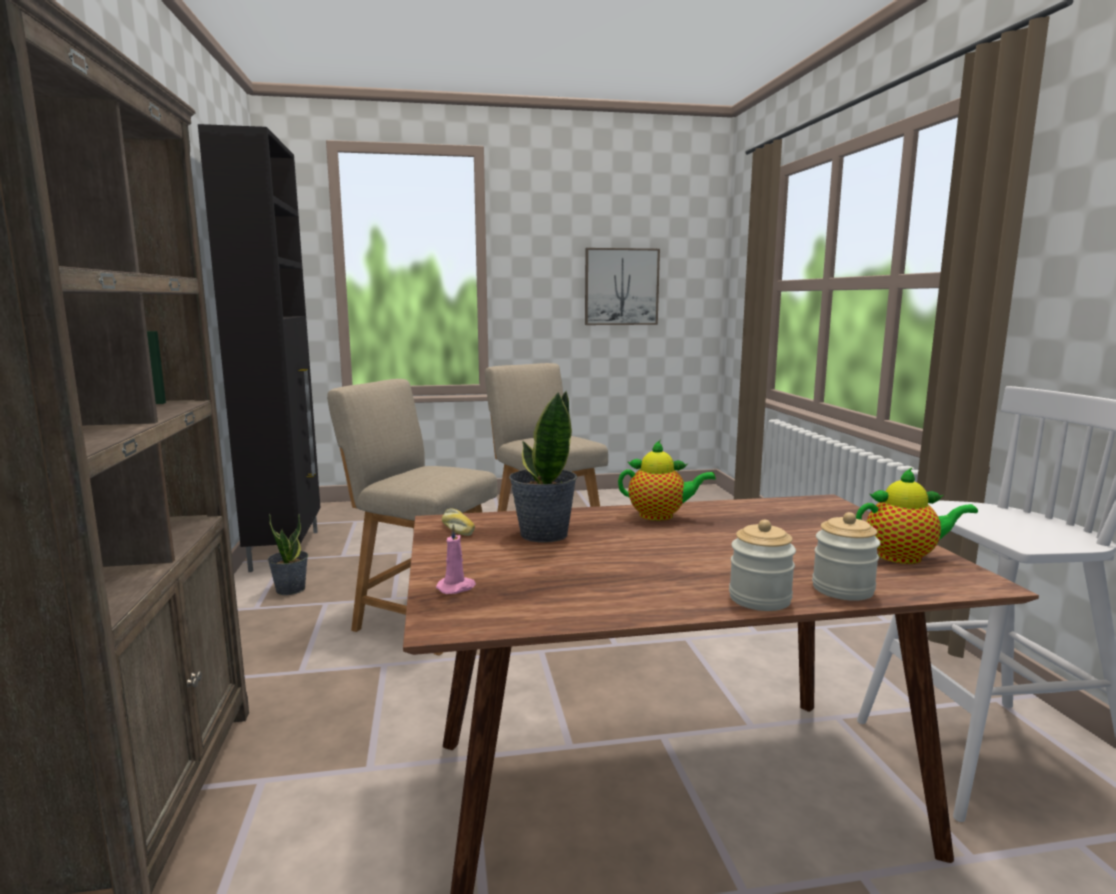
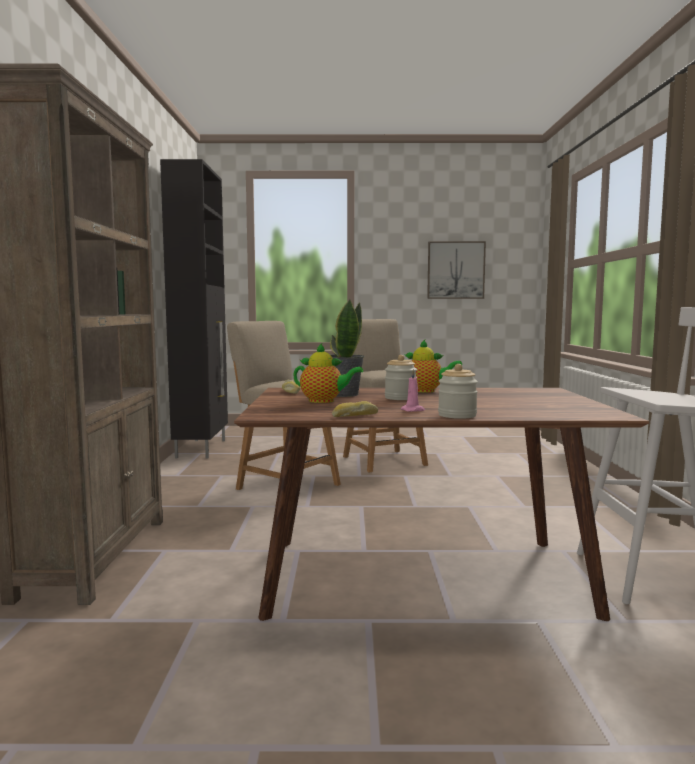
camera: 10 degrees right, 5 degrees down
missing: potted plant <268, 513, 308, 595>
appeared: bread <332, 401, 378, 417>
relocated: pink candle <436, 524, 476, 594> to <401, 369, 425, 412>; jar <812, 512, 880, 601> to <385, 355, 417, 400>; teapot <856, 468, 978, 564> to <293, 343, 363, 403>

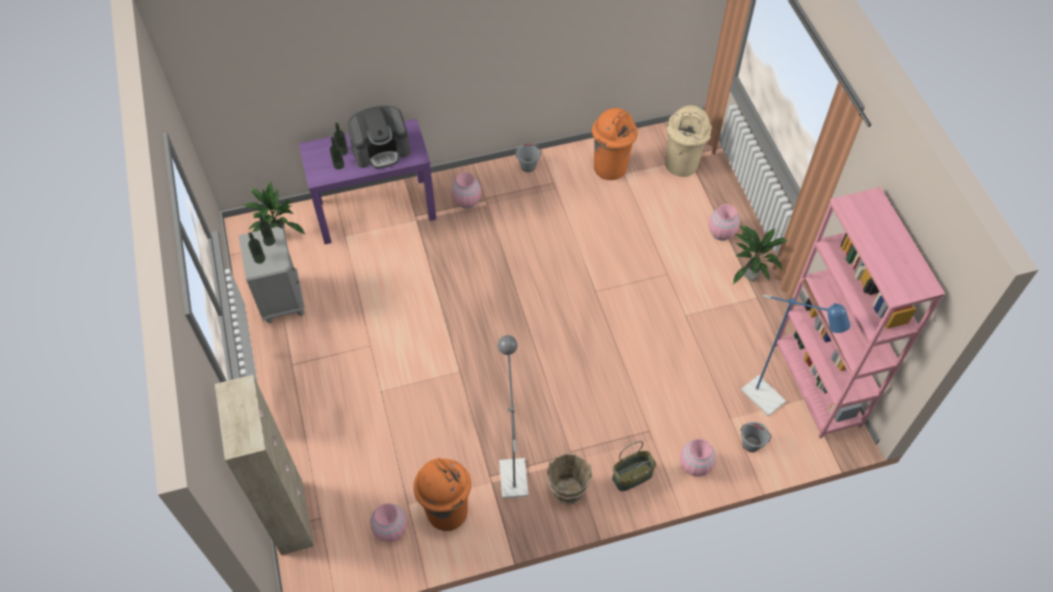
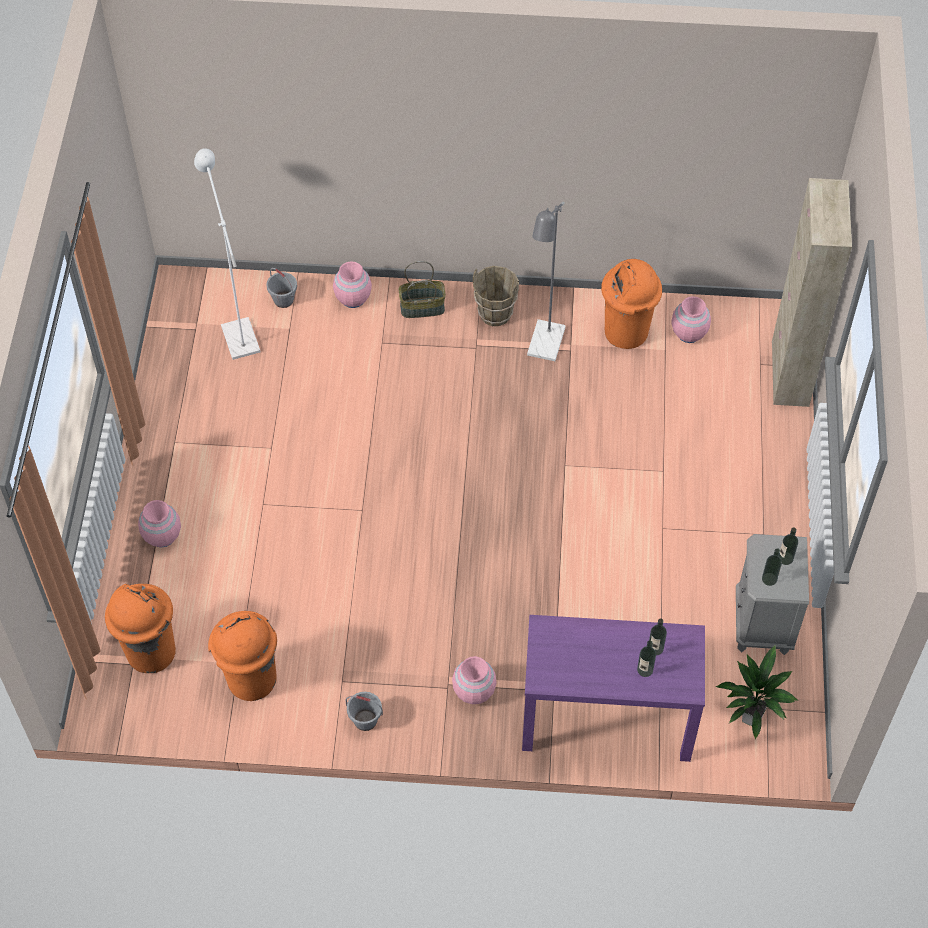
camera: 160 degrees left, 0 degrees up
missing: coffee machine <348, 106, 411, 169>; potted plant <733, 224, 787, 284>; pink bookcase <775, 187, 945, 438>
colour: beige trash can <665, 105, 712, 177> to orange trash can <105, 584, 176, 673>; blue floor lamp <741, 295, 850, 416> to white floor lamp <194, 148, 260, 360>

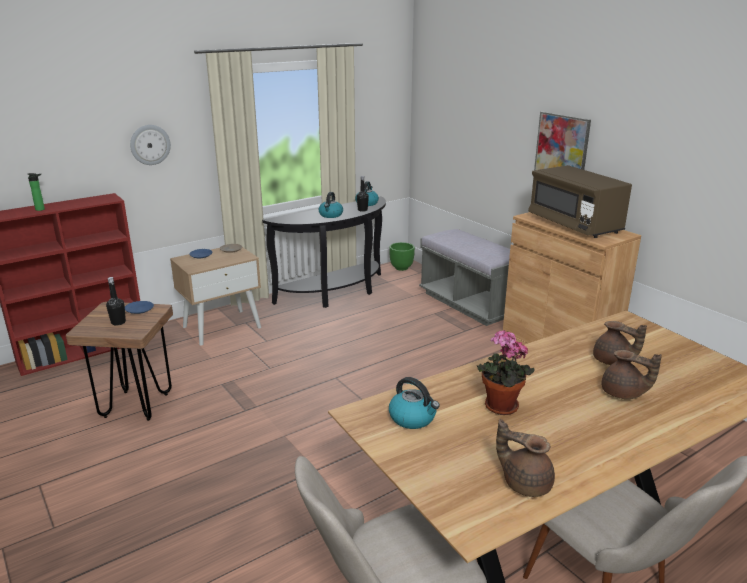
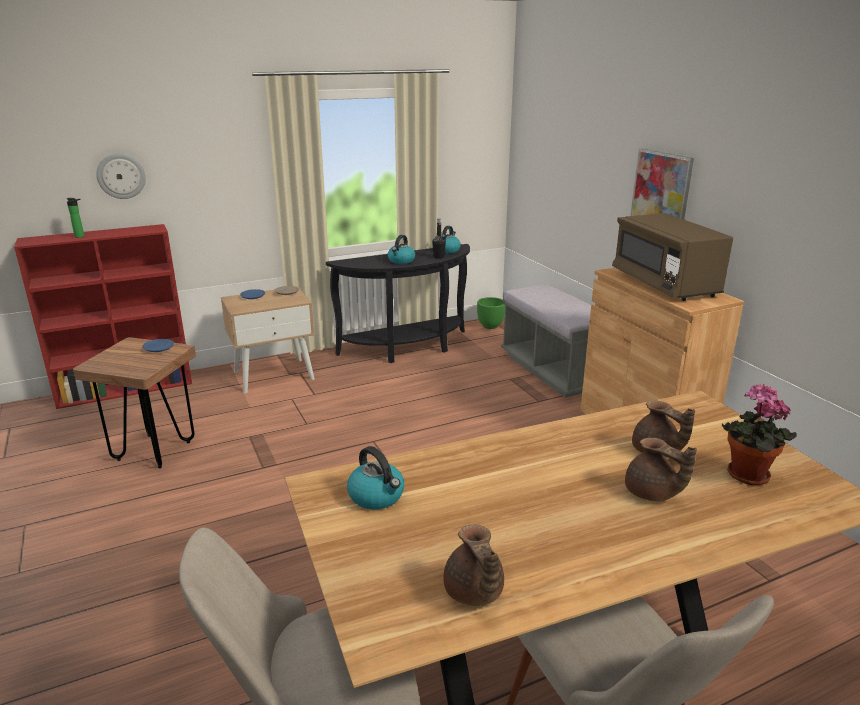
camera: 10 degrees right, 0 degrees up
missing: black bottle <106, 277, 126, 326>
relocated: wall clock <130, 125, 171, 165> to <96, 153, 146, 199>; potted plant <477, 330, 535, 415> to <722, 384, 797, 485>
spun: brown teapot <496, 419, 555, 497> = <443, 525, 504, 606> 150 degrees counterclockwise

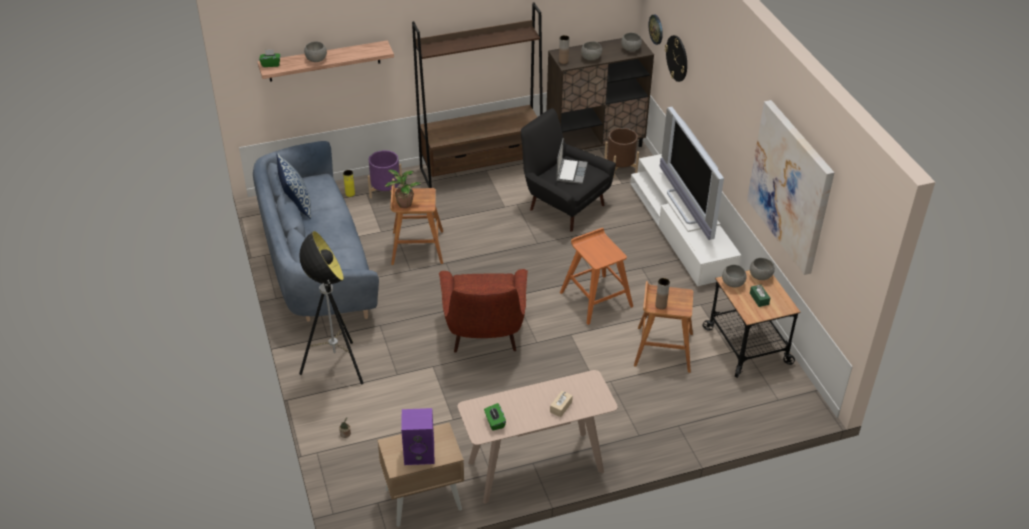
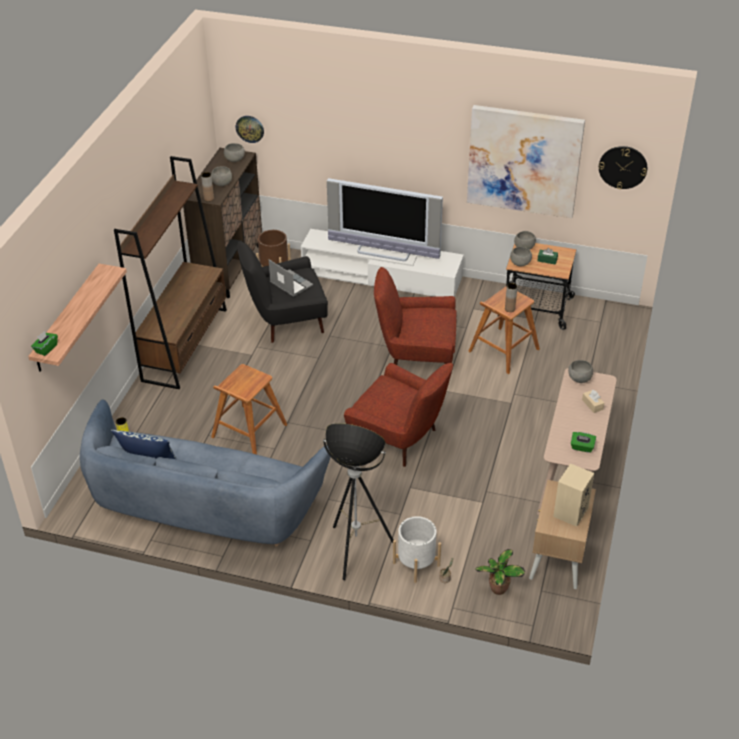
camera: 55 degrees left, 0 degrees up
missing: purple planter <368, 150, 403, 198>
appeared: white planter <393, 516, 441, 583>
relocated: grey bowl <304, 41, 327, 62> to <568, 360, 593, 383>; potted plant <385, 170, 422, 208> to <475, 549, 525, 595>; wall clock <665, 35, 687, 82> to <599, 146, 647, 189>
exchanged: orange stool <560, 228, 633, 325> to red armchair <374, 267, 457, 365>
colour: purple speaker <401, 408, 434, 465> to beige speaker <553, 463, 594, 527>

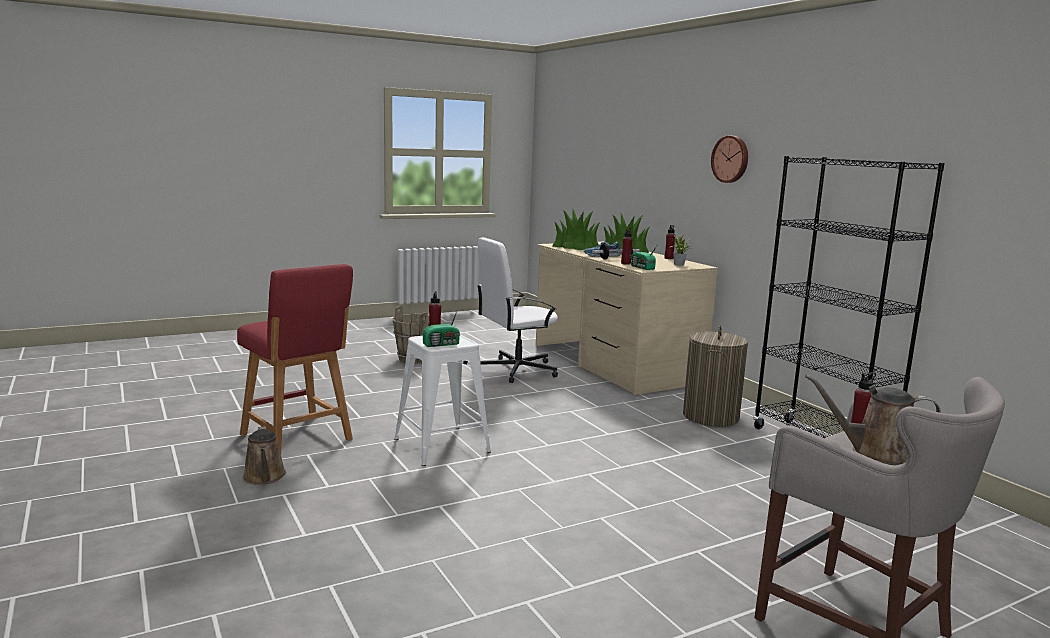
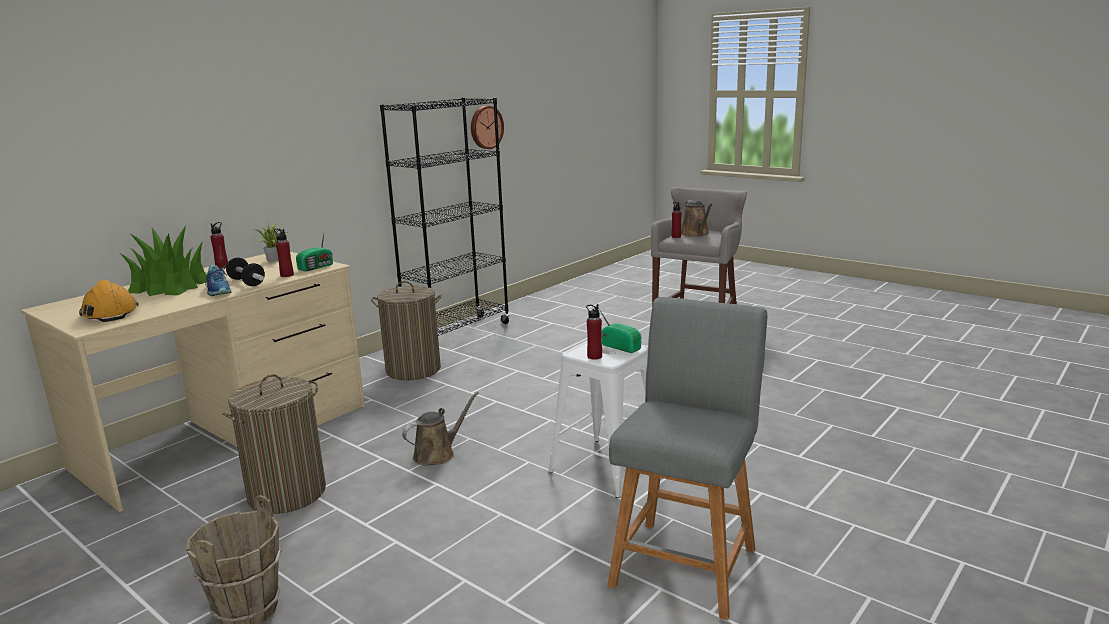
camera: 110 degrees left, 5 degrees up
relocated: brown watering can <243, 426, 286, 485> to <402, 392, 479, 466>; wall clock <711, 136, 748, 183> to <471, 106, 504, 149>
exchanged: white office chair <477, 237, 558, 383> to laundry basket <223, 374, 326, 514>; potted plant <552, 208, 601, 250> to orange hard hat <79, 280, 139, 322>
colour: red stool <237, 264, 353, 454> to grey stool <607, 297, 768, 620>

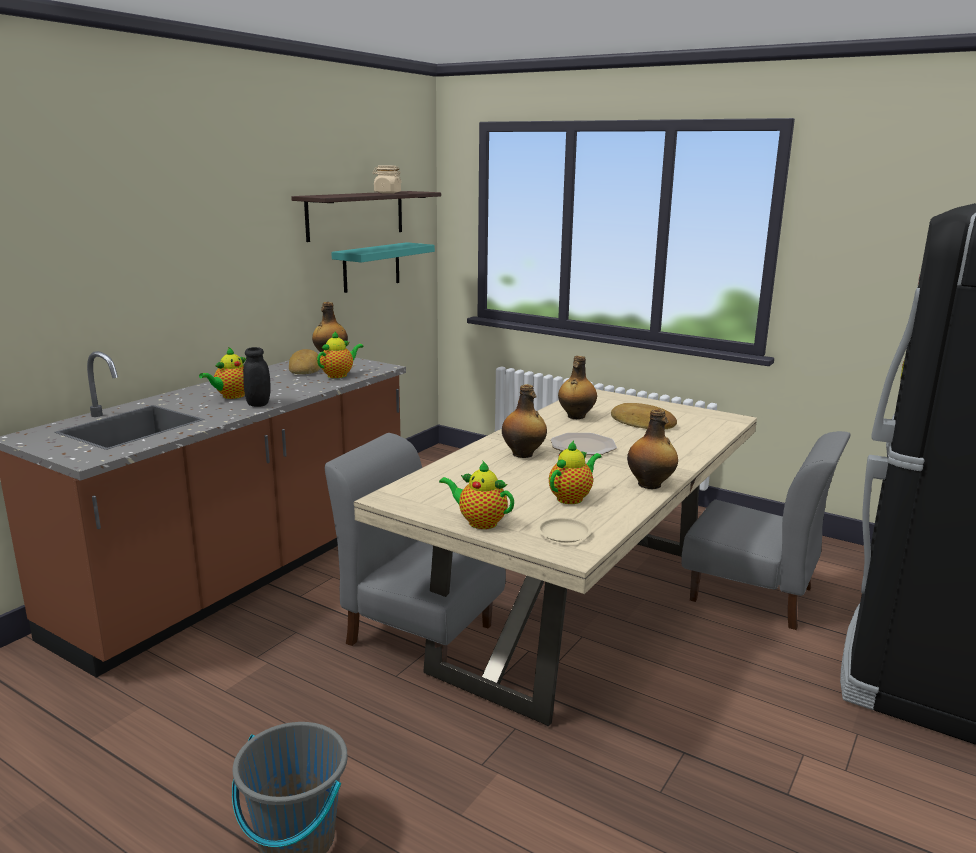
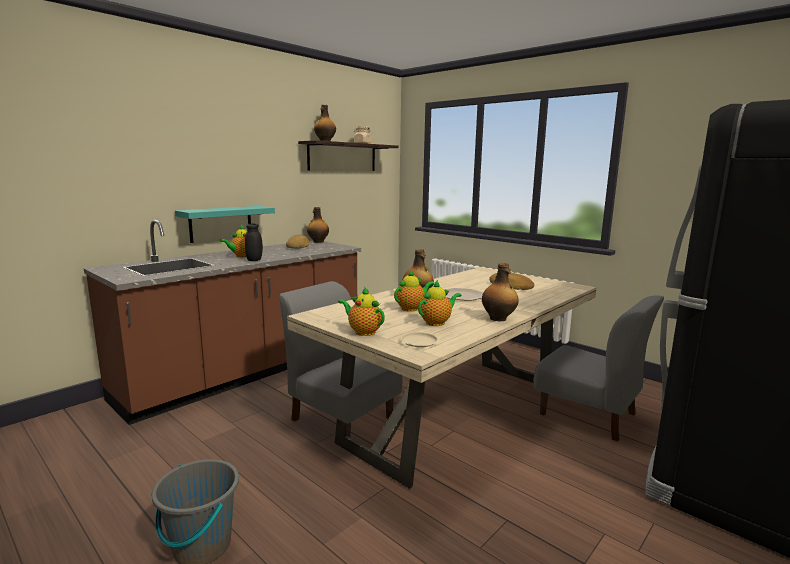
camera: 10 degrees right, 5 degrees down
relocated: teapot <317, 331, 364, 378> to <394, 270, 434, 312>; turquoise shelf <331, 242, 435, 293> to <175, 206, 275, 243>; bottle <558, 356, 597, 419> to <314, 105, 336, 141>

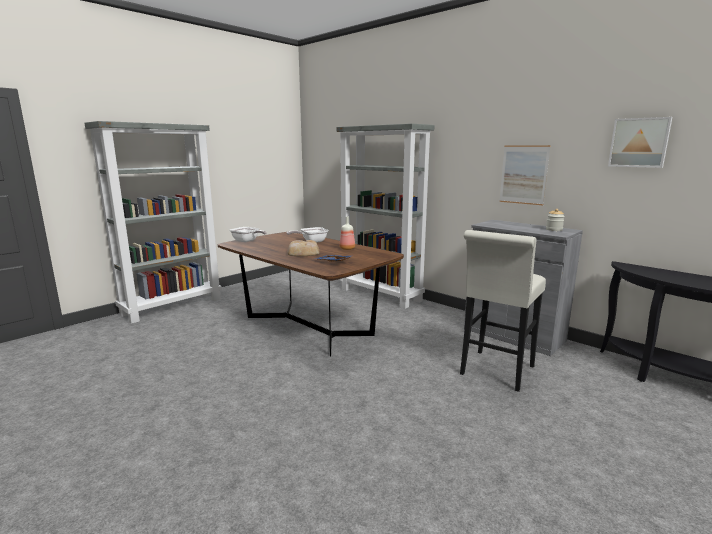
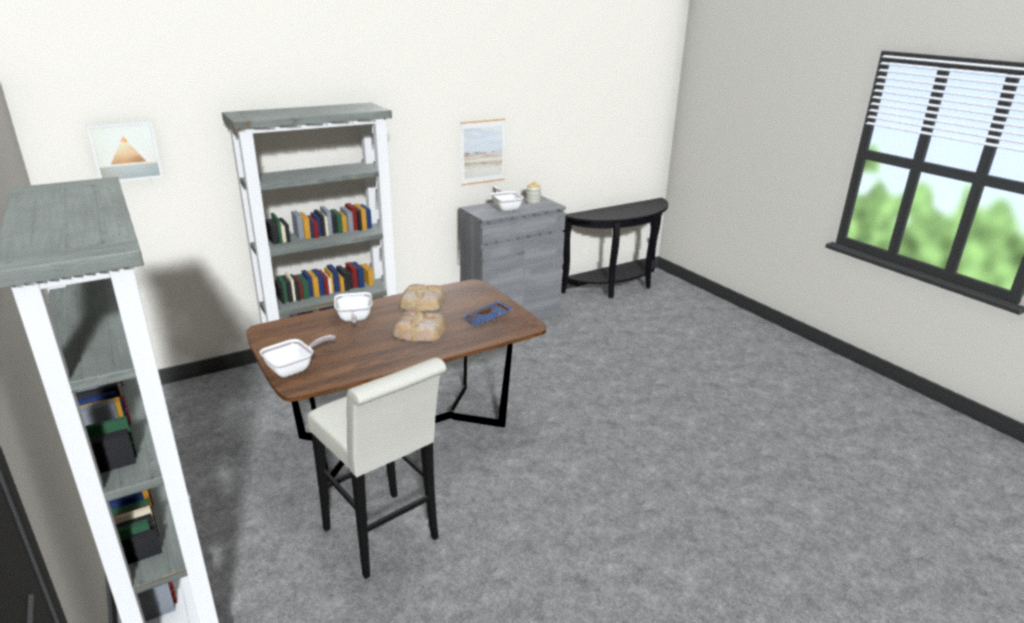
camera: 75 degrees left, 10 degrees up
appeared: frying pan <491, 186, 524, 212>
relocated: white stool <460, 230, 546, 392> to <308, 357, 447, 579>; picture <608, 117, 672, 168> to <86, 121, 163, 182>
exchanged: bottle <339, 217, 355, 250> to bread <399, 284, 446, 312>

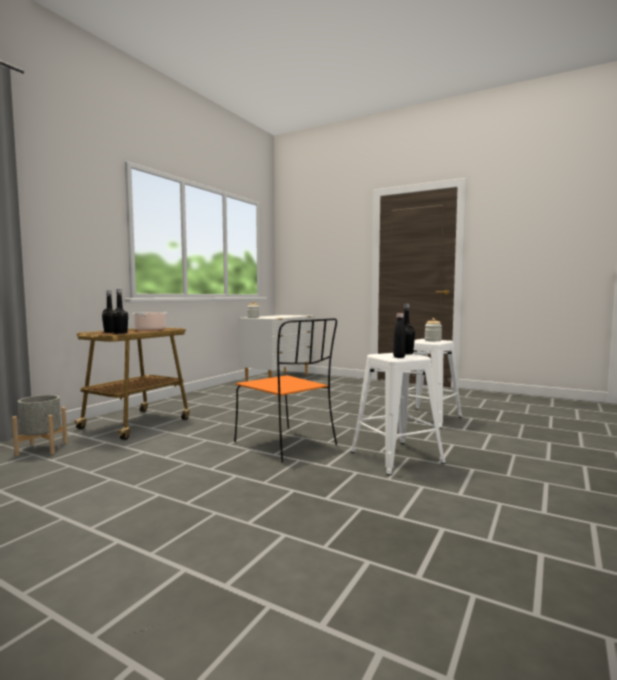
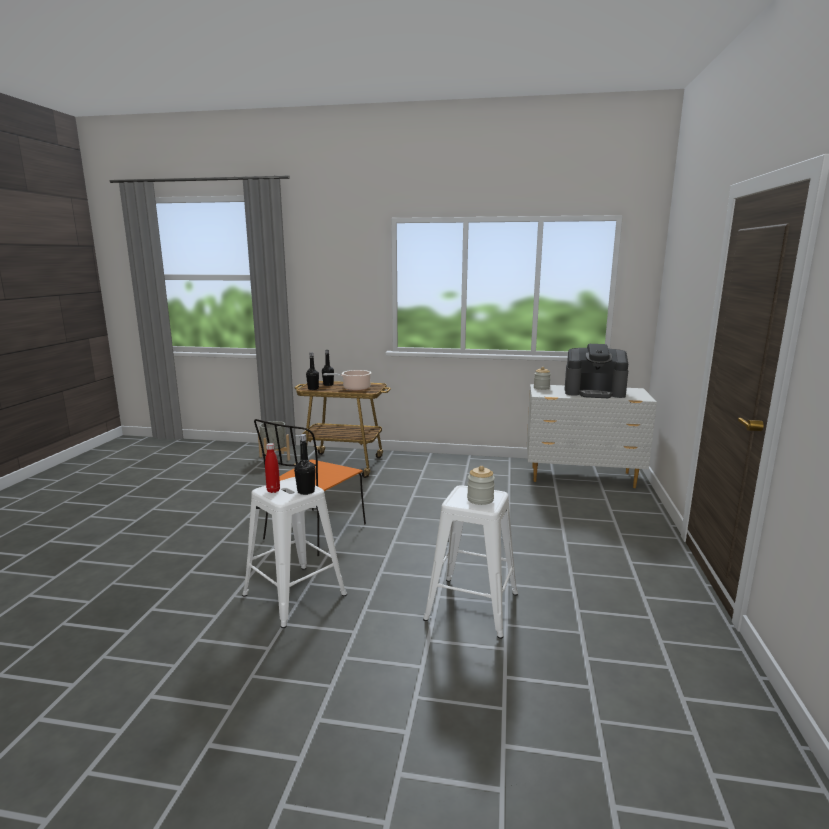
camera: 70 degrees right, 10 degrees up
appeared: coffee machine <564, 344, 628, 398>
colour: black bottle <393, 313, 406, 358> to red bottle <265, 443, 280, 493>

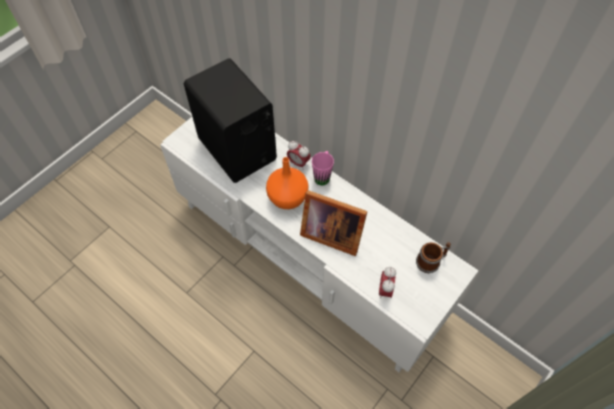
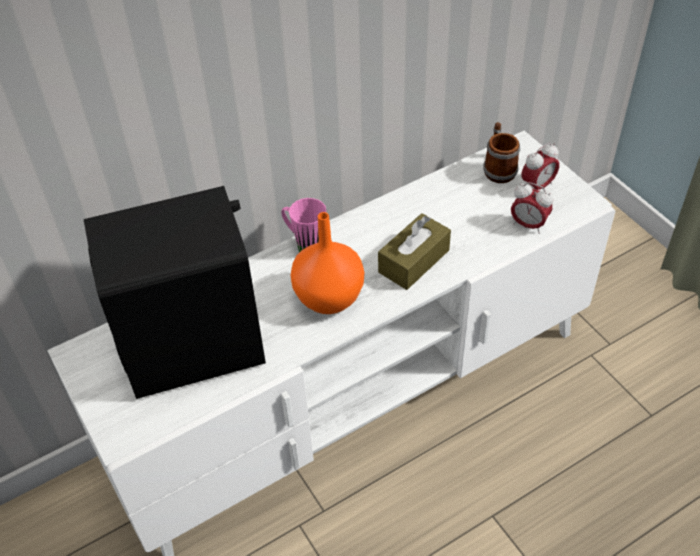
camera: 70 degrees left, 10 degrees down
relocated: alarm clock <287, 141, 311, 170> to <521, 143, 559, 190>
exchanged: picture frame <300, 190, 367, 256> to brown tissue box <378, 213, 451, 290>

